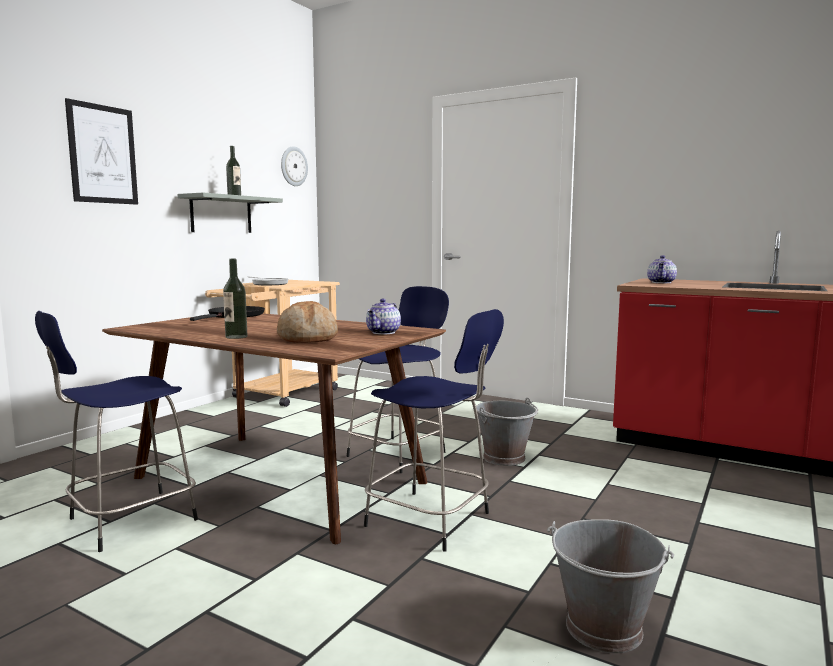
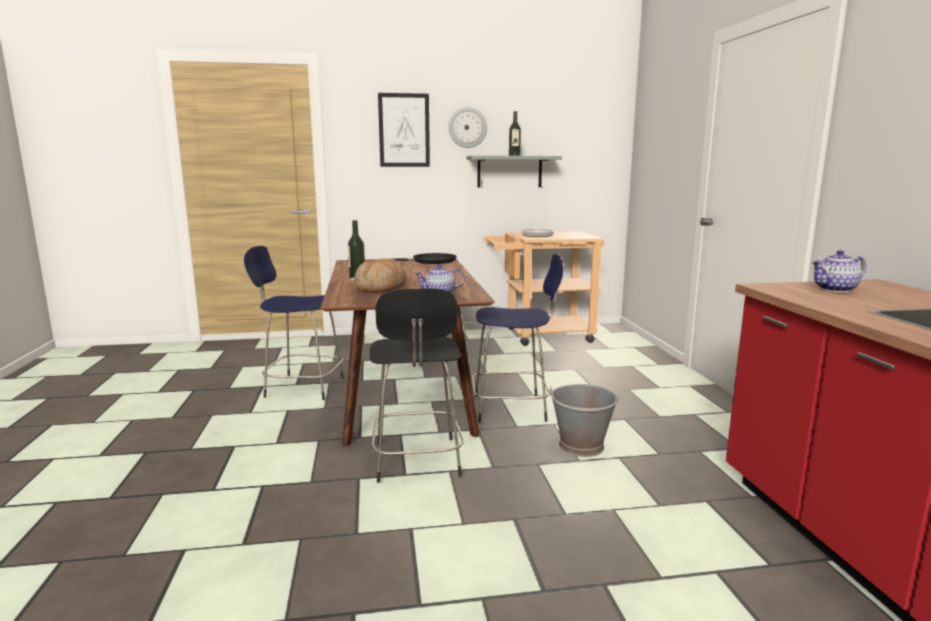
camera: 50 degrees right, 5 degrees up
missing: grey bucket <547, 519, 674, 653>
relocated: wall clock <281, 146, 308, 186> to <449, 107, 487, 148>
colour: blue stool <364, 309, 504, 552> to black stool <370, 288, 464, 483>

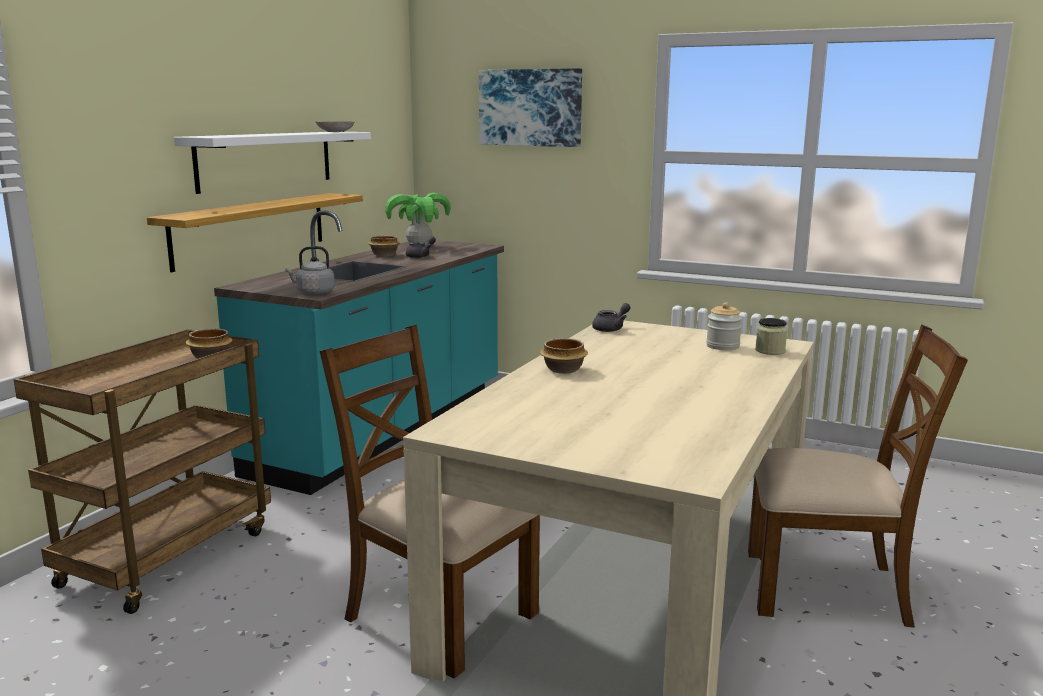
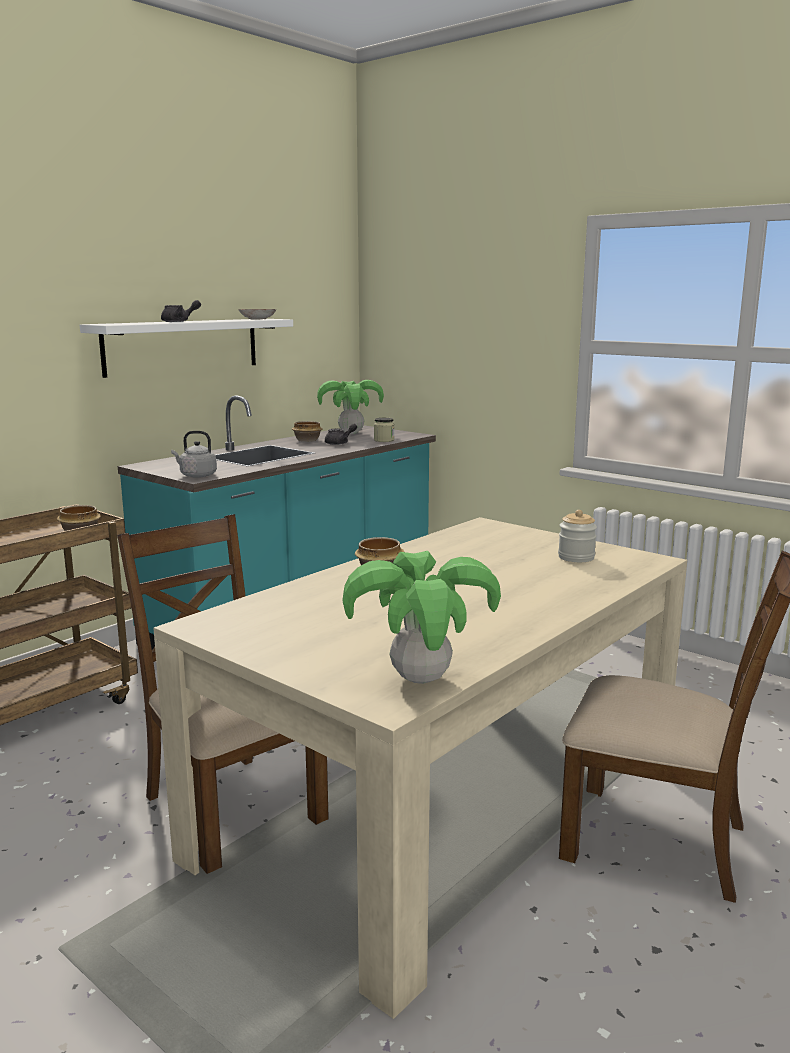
camera: 15 degrees right, 0 degrees up
missing: shelf <147, 193, 363, 272>; picture <479, 68, 582, 147>
appeared: potted plant <343, 551, 501, 684>
relocated: grey teapot <592, 303, 631, 332> to <161, 300, 201, 322>; jar <755, 318, 787, 355> to <374, 418, 394, 442>

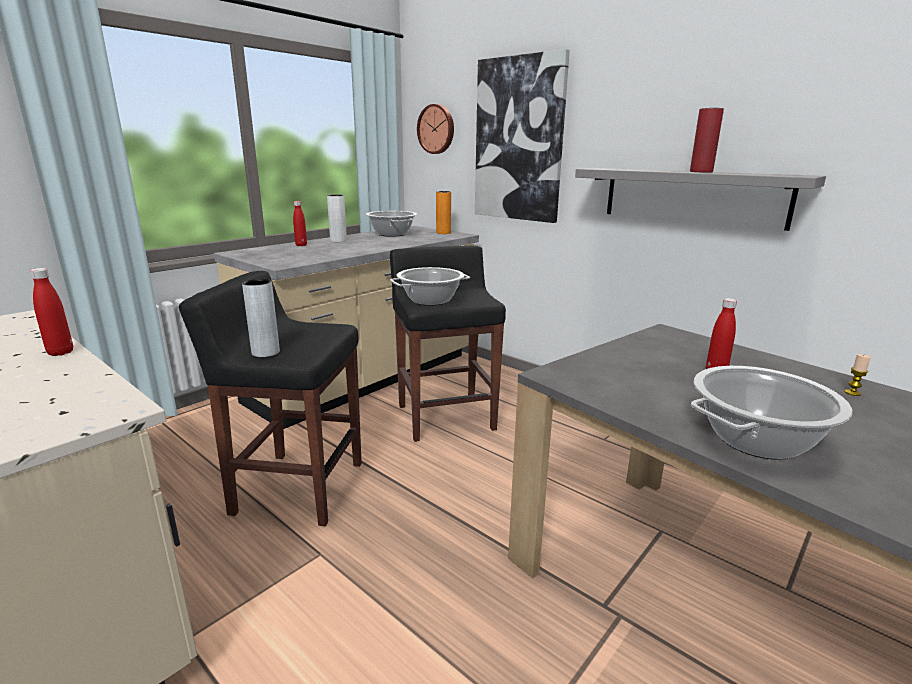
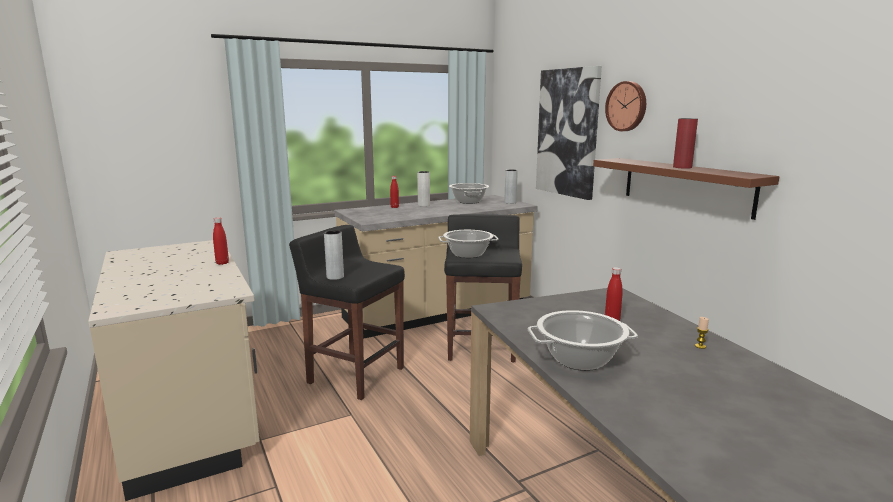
camera: 20 degrees right, 5 degrees down
relocated: wall clock <417, 104, 454, 154> to <605, 81, 646, 131>
colour: orange vase <436, 191, 451, 234> to grey vase <504, 169, 518, 204>; grey shelf <575, 168, 826, 231> to brown shelf <593, 158, 780, 220>

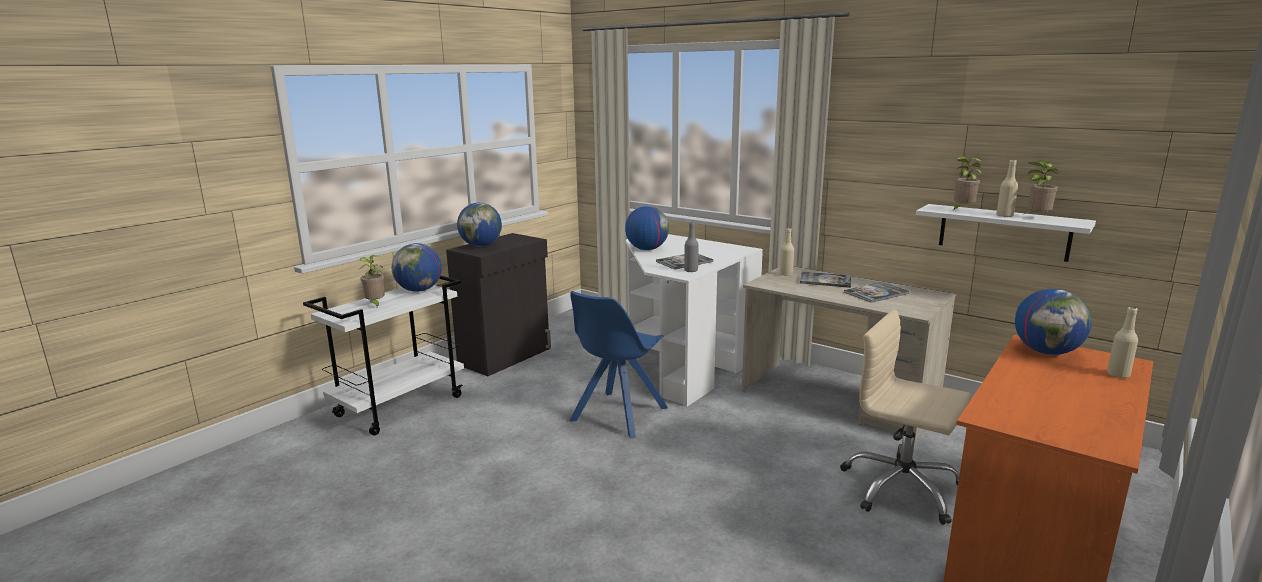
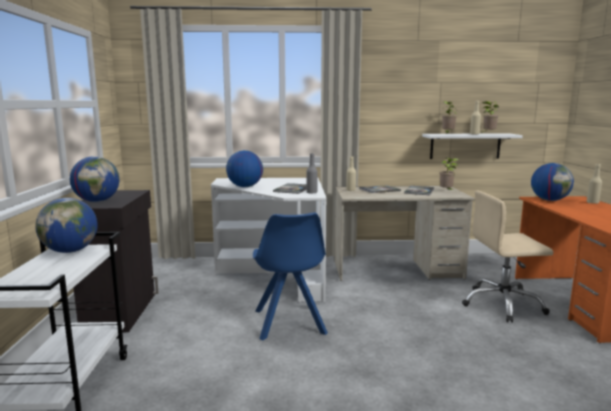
camera: 40 degrees left, 5 degrees down
relocated: potted plant <358, 255, 385, 307> to <440, 158, 459, 191>

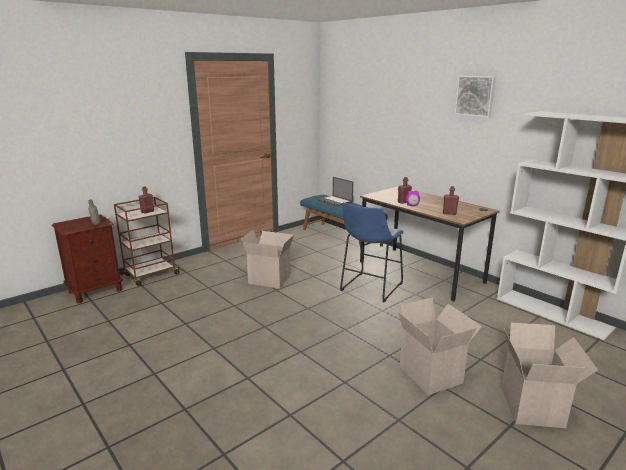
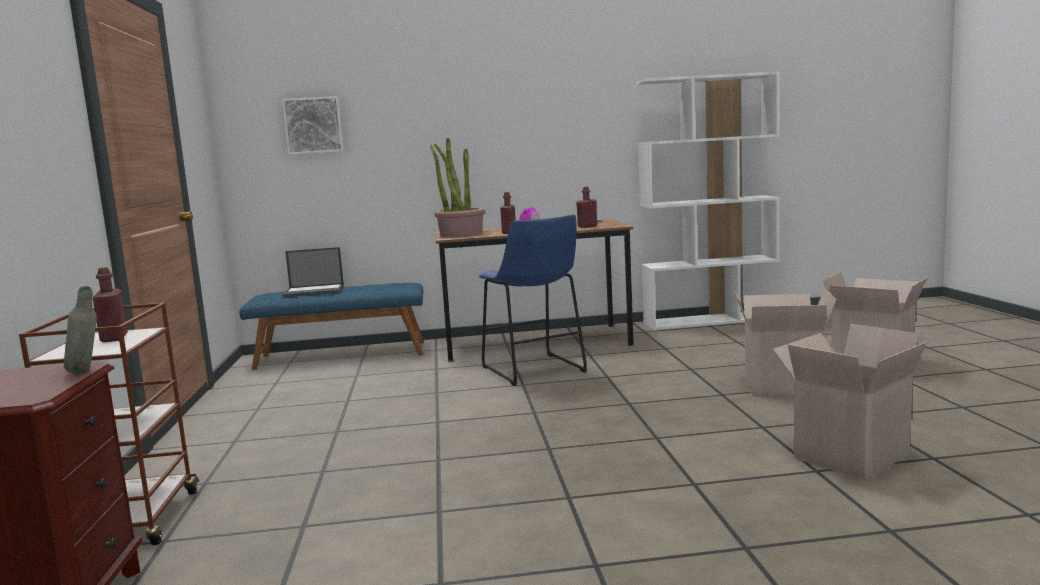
camera: 55 degrees left, 10 degrees down
appeared: potted plant <430, 137, 486, 237>
relocated: cardboard box <241, 230, 294, 289> to <773, 323, 926, 480>; picture <454, 76, 496, 118> to <282, 96, 344, 155>

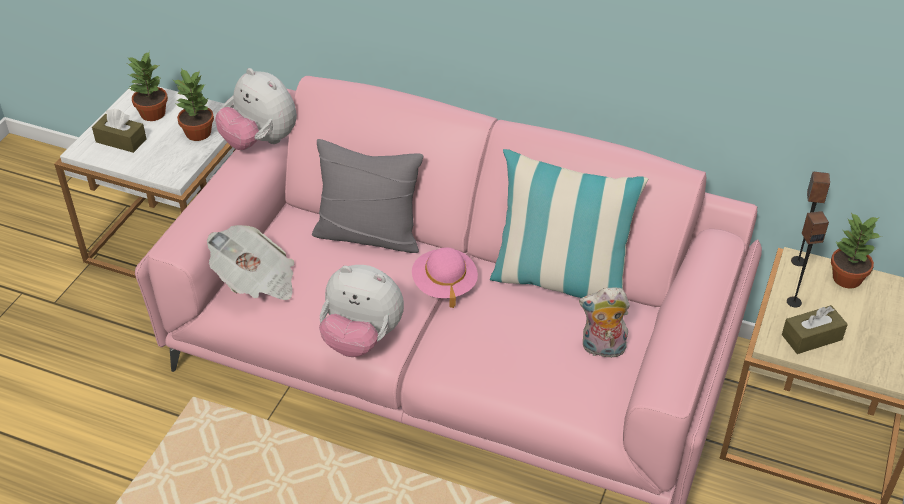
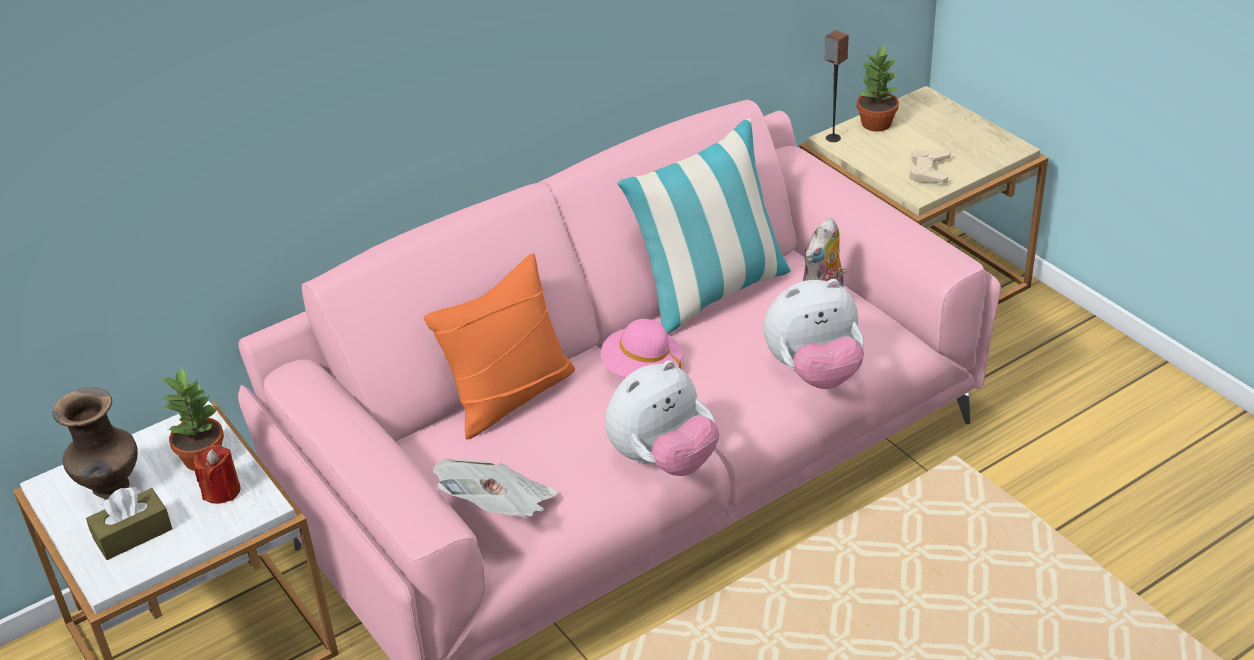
camera: 55 degrees left, 5 degrees down
missing: speaker <787, 211, 829, 308>
appeared: red candle <194, 444, 240, 504>
relocated: plush toy <215, 68, 297, 150> to <764, 279, 864, 389>
exchanged: potted plant <127, 51, 168, 121> to brown vase <53, 387, 138, 500>; brown tissue box <782, 305, 848, 354> to beige game controller <909, 150, 951, 183>
colour: grey pillow <312, 139, 423, 253> to orange pillow <424, 253, 575, 439>

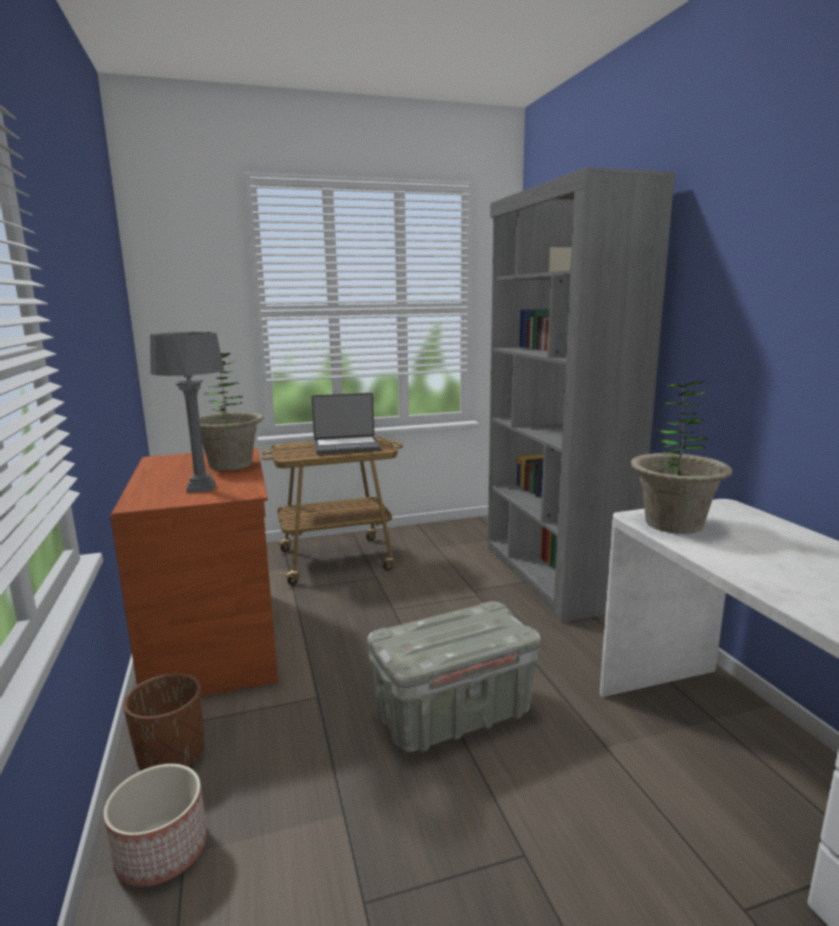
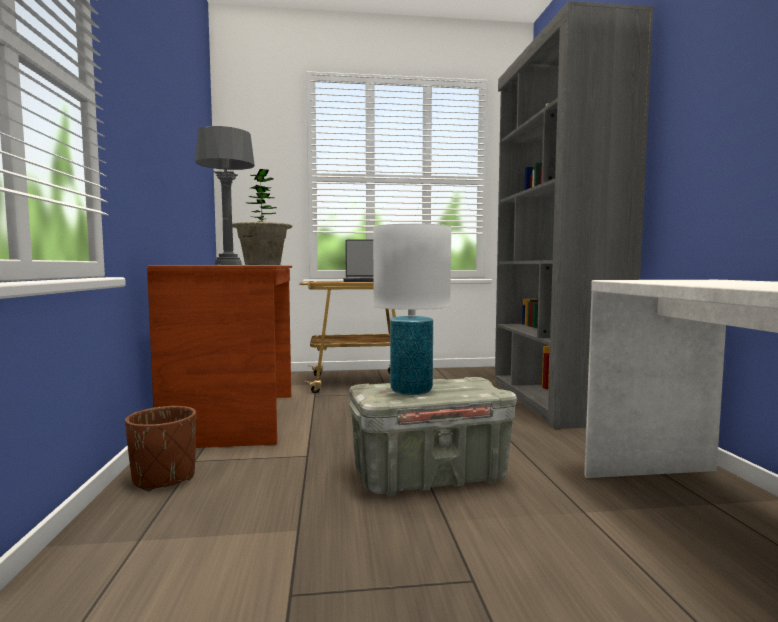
camera: 10 degrees right, 10 degrees down
missing: planter <103, 764, 207, 887>; potted plant <630, 381, 733, 534>
appeared: white table lamp <373, 224, 451, 395>

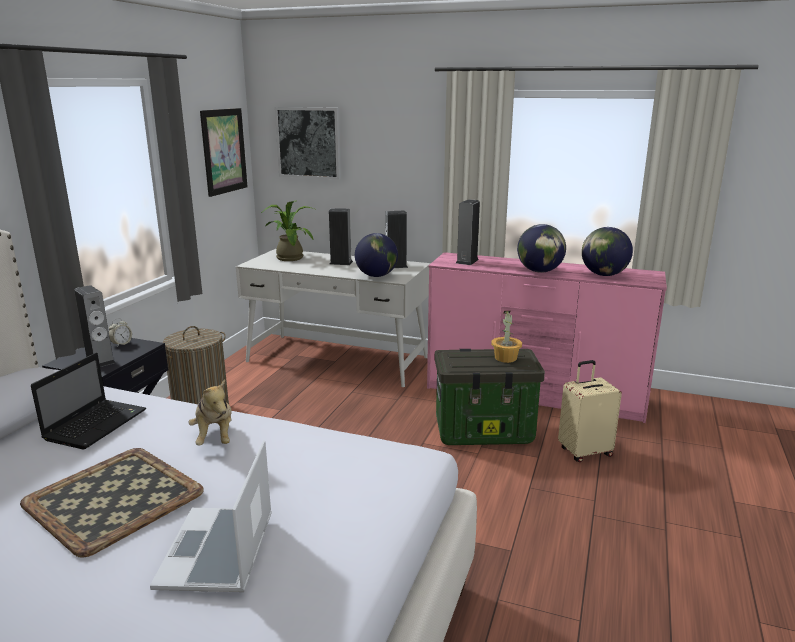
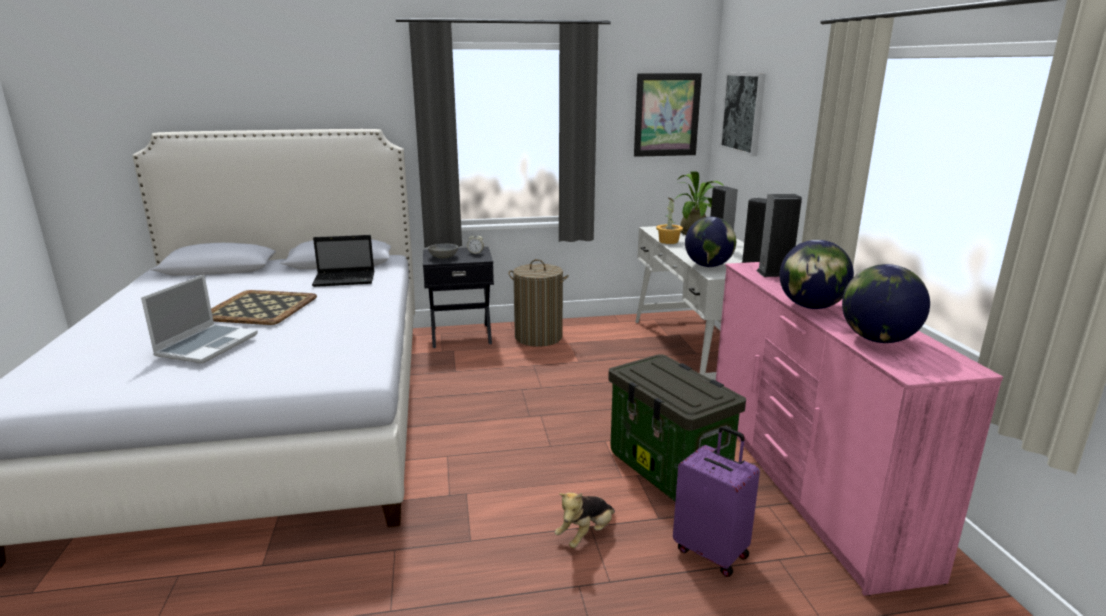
camera: 60 degrees right, 0 degrees up
relocated: plush toy <188, 379, 232, 445> to <555, 492, 615, 548>; potted plant <491, 311, 522, 363> to <656, 198, 683, 244>
exchanged: speaker <74, 285, 115, 367> to grey bowl <428, 244, 458, 258>
colour: beige suitcase <558, 360, 622, 462> to purple suitcase <673, 426, 760, 577>
spun: laptop <150, 440, 272, 592> = <141, 274, 258, 363> 135 degrees clockwise

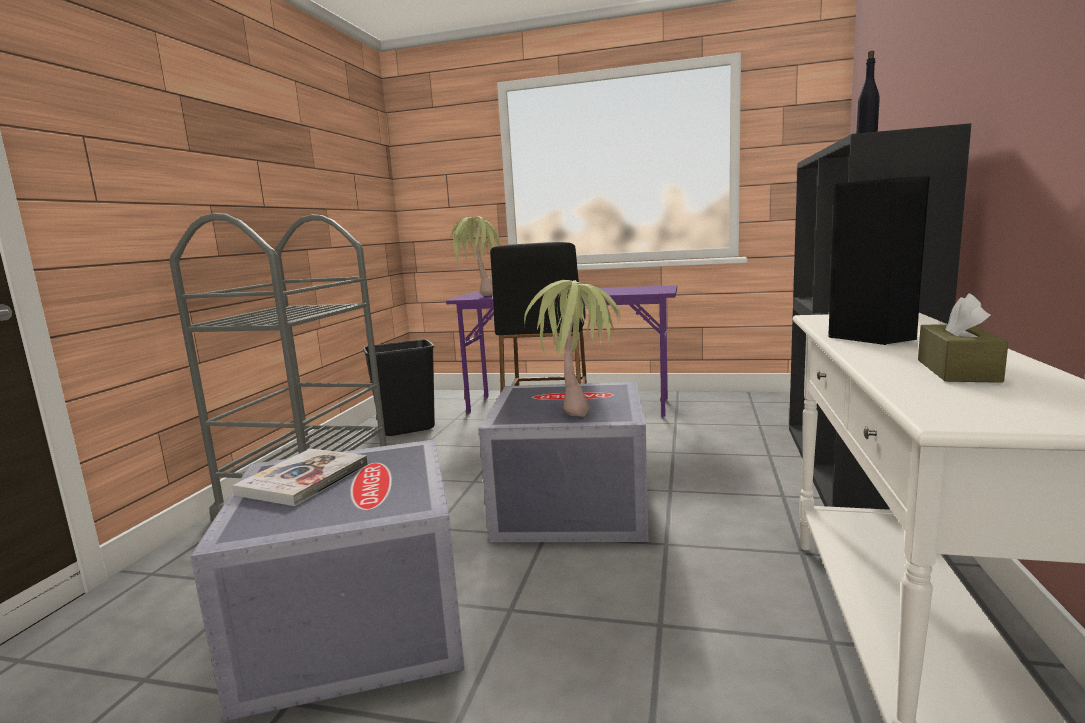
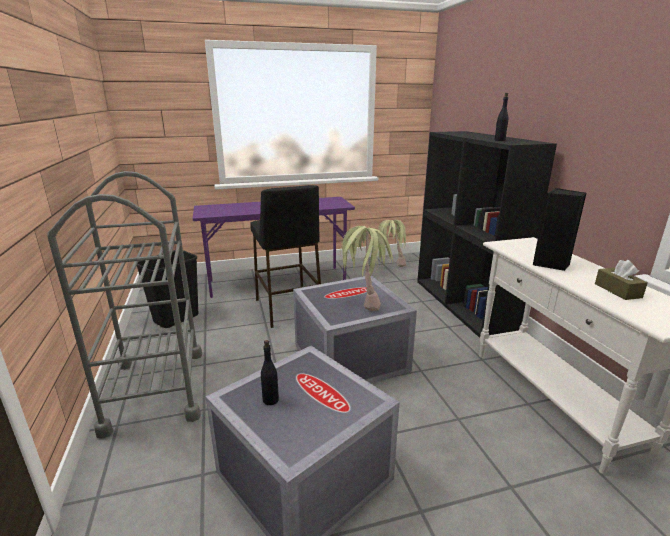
camera: 30 degrees left, 10 degrees up
relocated: potted plant <450, 216, 502, 296> to <378, 220, 406, 267>
exchanged: book <232, 448, 368, 506> to black bottle <261, 340, 279, 405>

